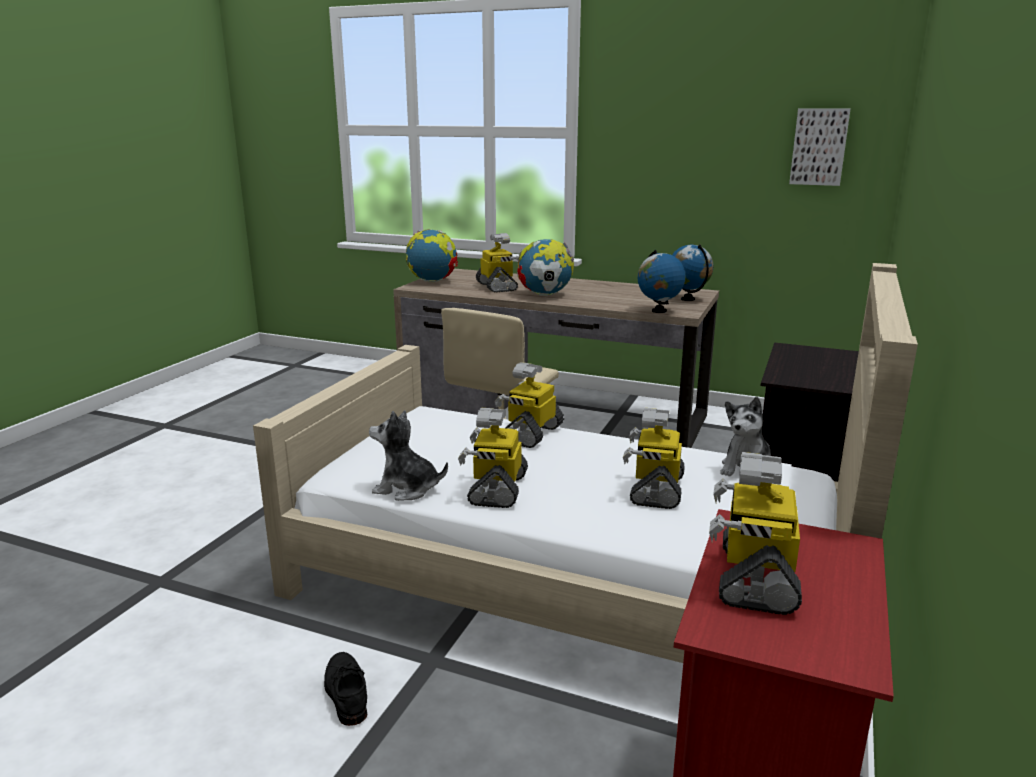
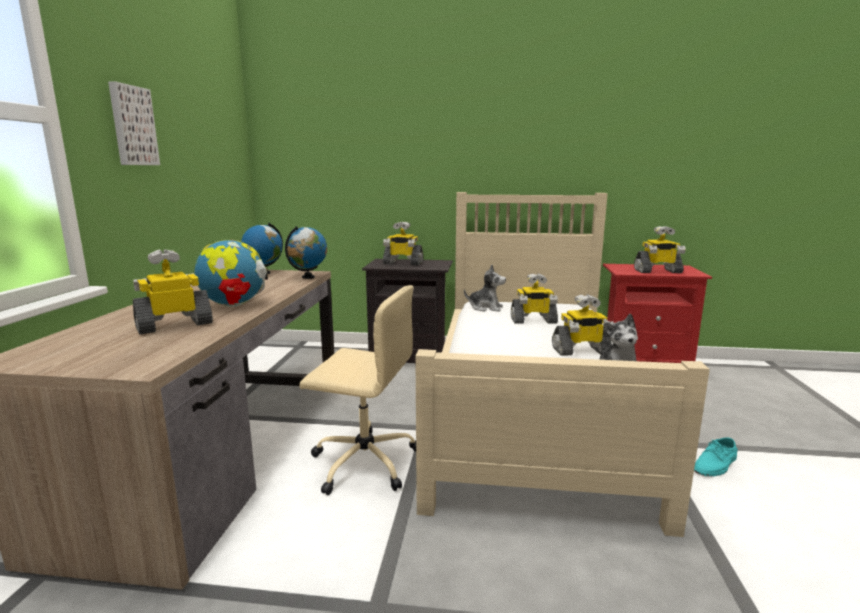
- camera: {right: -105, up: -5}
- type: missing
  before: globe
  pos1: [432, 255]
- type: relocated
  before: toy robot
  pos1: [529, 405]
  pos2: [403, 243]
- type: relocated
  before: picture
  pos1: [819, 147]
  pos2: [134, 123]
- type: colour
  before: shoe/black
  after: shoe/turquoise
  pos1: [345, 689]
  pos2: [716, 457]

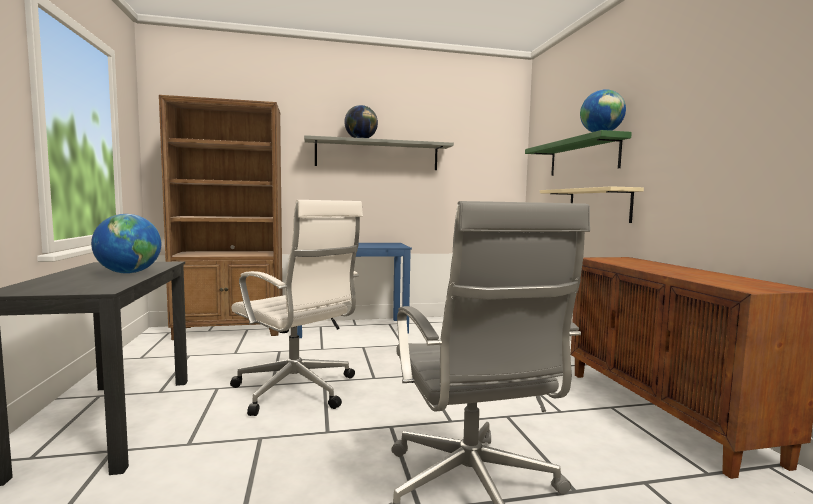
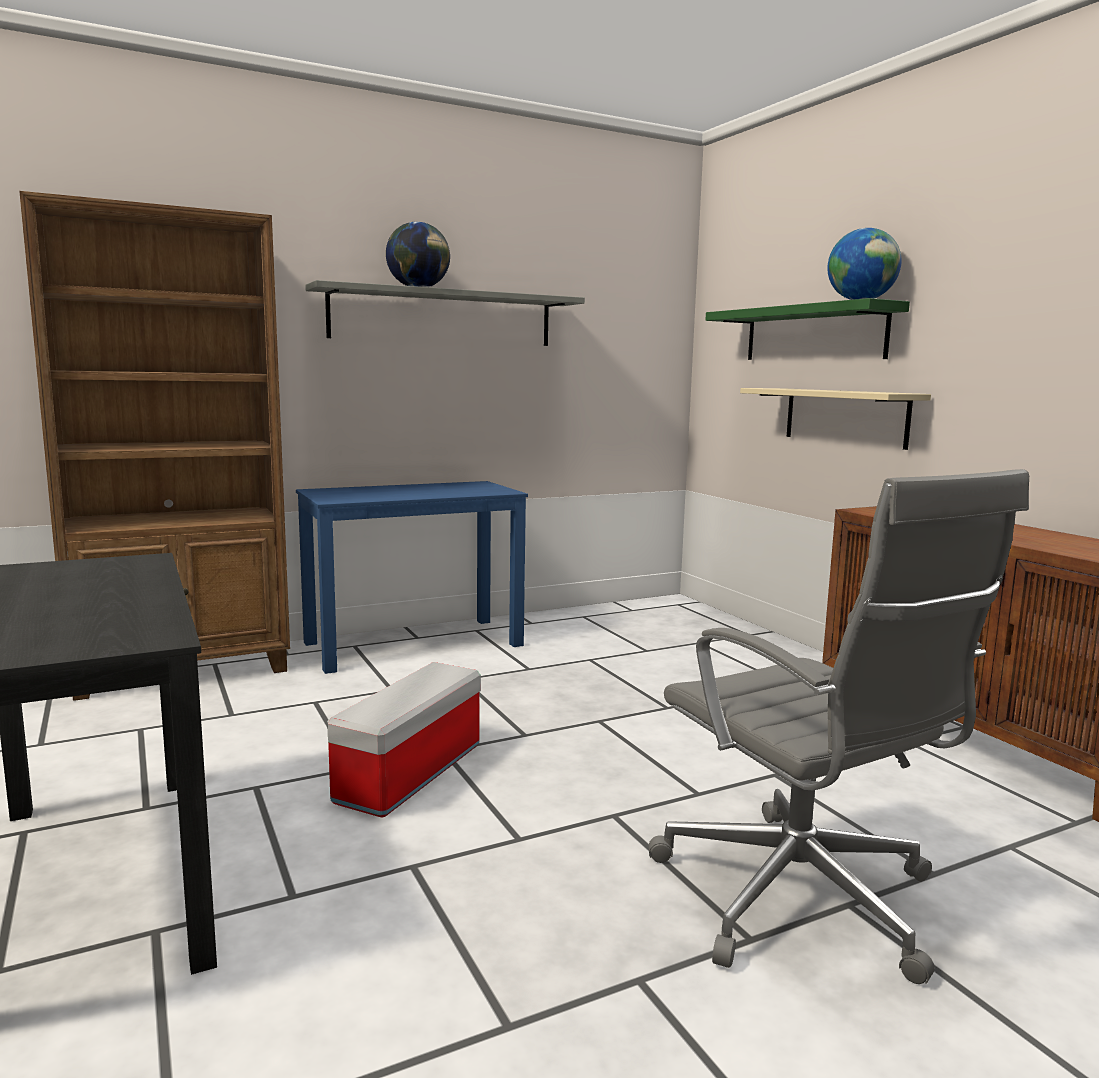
- camera: {right: -15, up: 5}
- type: missing
  before: globe
  pos1: [126, 244]
- type: exchanged
  before: office chair/white
  after: storage box
  pos1: [296, 308]
  pos2: [404, 739]

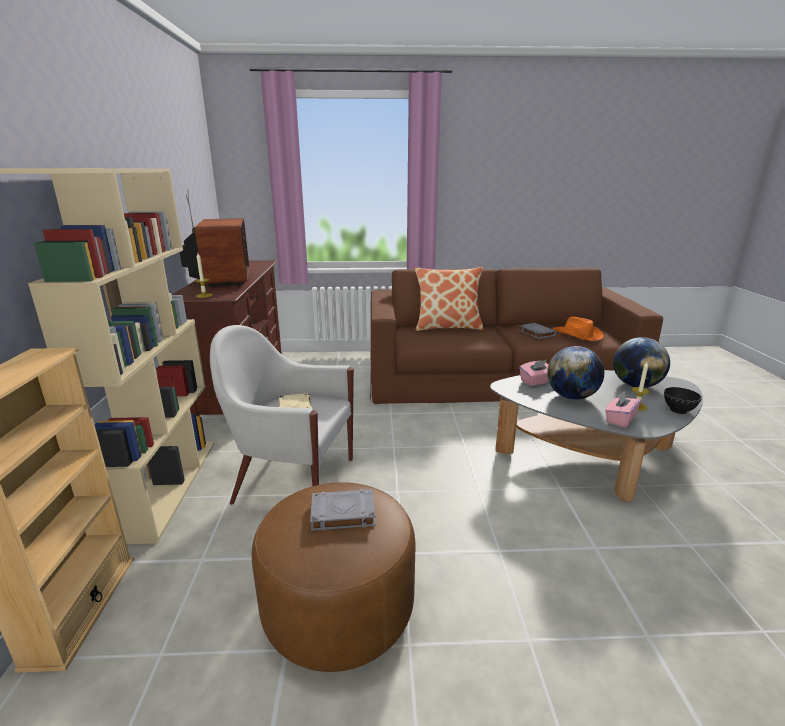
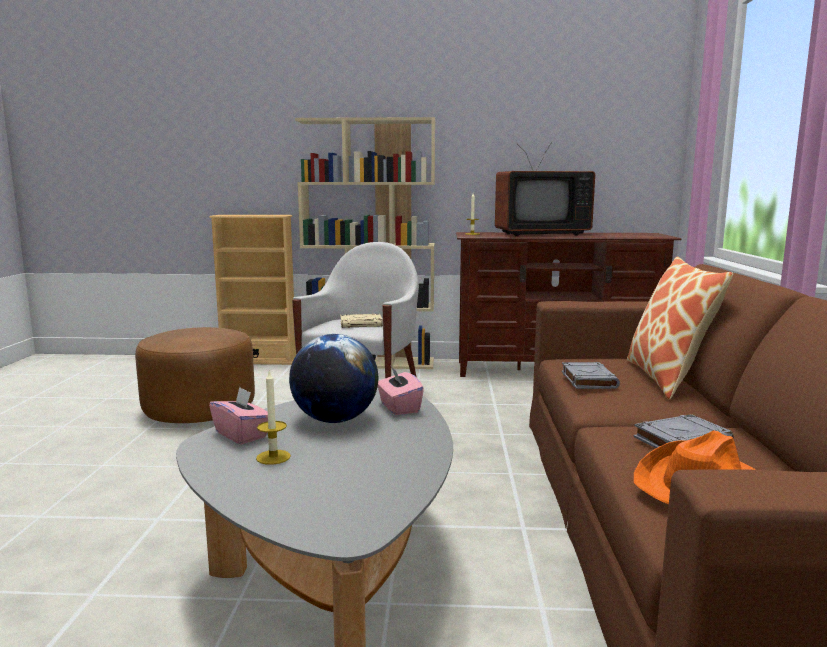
- camera: {right: 95, up: -10}
- type: missing
  before: globe
  pos1: [641, 362]
- type: missing
  before: bowl/black
  pos1: [683, 400]
- type: relocated
  before: book/grey
  pos1: [343, 510]
  pos2: [591, 375]

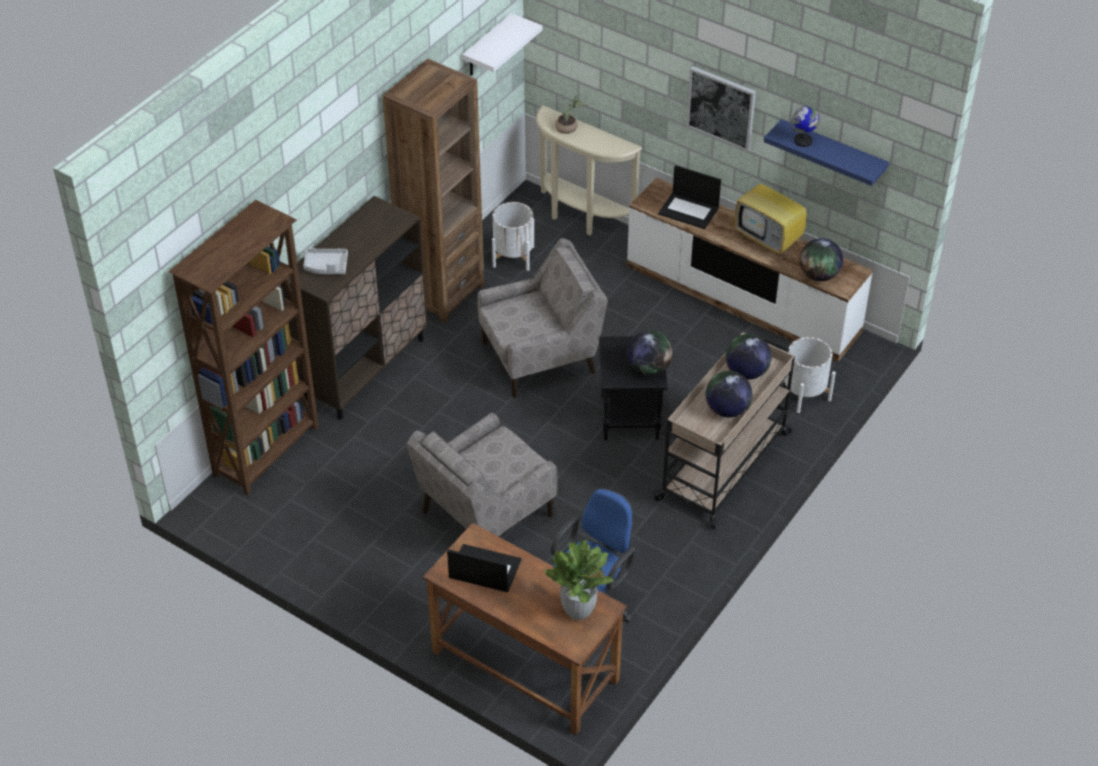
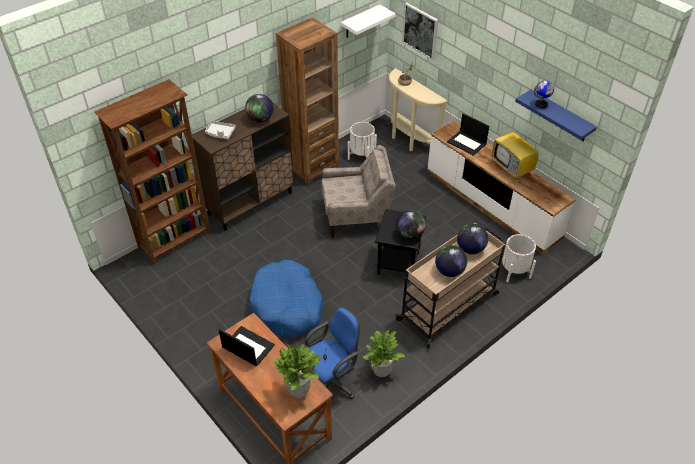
- camera: {right: 15, up: 0}
- type: appeared
  after: potted plant
  pos2: [384, 353]
- type: relocated
  before: picture
  pos1: [721, 109]
  pos2: [420, 31]
- type: relocated
  before: globe
  pos1: [821, 259]
  pos2: [259, 108]
- type: exchanged
  before: armchair/beige
  after: dog bed/blue
  pos1: [482, 475]
  pos2: [286, 299]

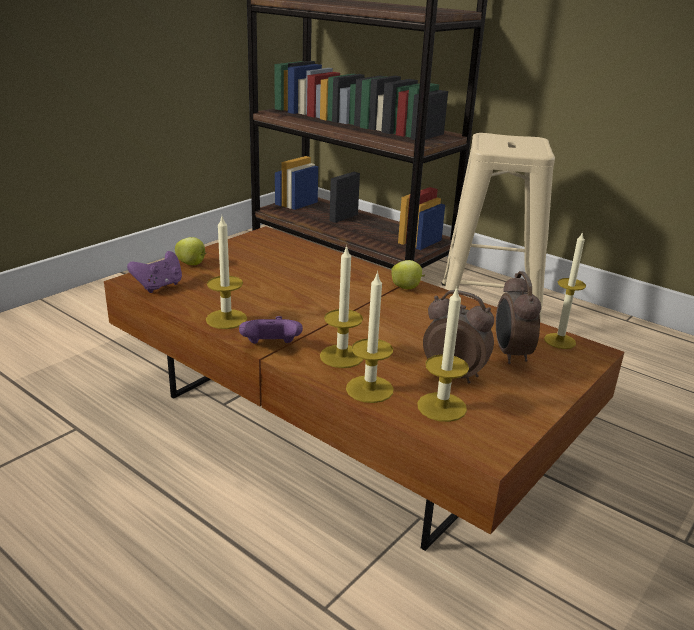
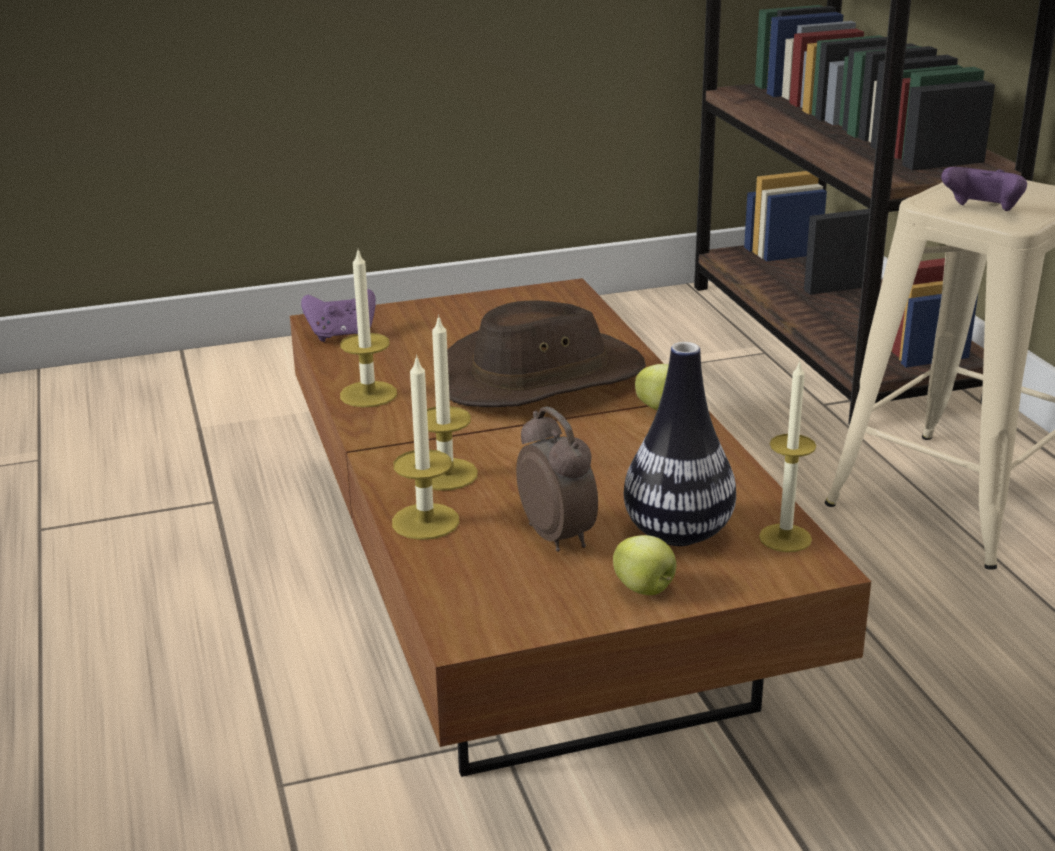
- camera: {right: 35, up: 0}
- type: missing
  before: candle
  pos1: [443, 354]
- type: appeared
  after: hat/brown
  pos2: [546, 353]
- type: relocated
  before: apple
  pos1: [190, 251]
  pos2: [644, 565]
- type: relocated
  before: game controller/purple
  pos1: [271, 330]
  pos2: [984, 189]
- type: exchanged
  before: alarm clock
  after: vase
  pos1: [518, 317]
  pos2: [680, 444]

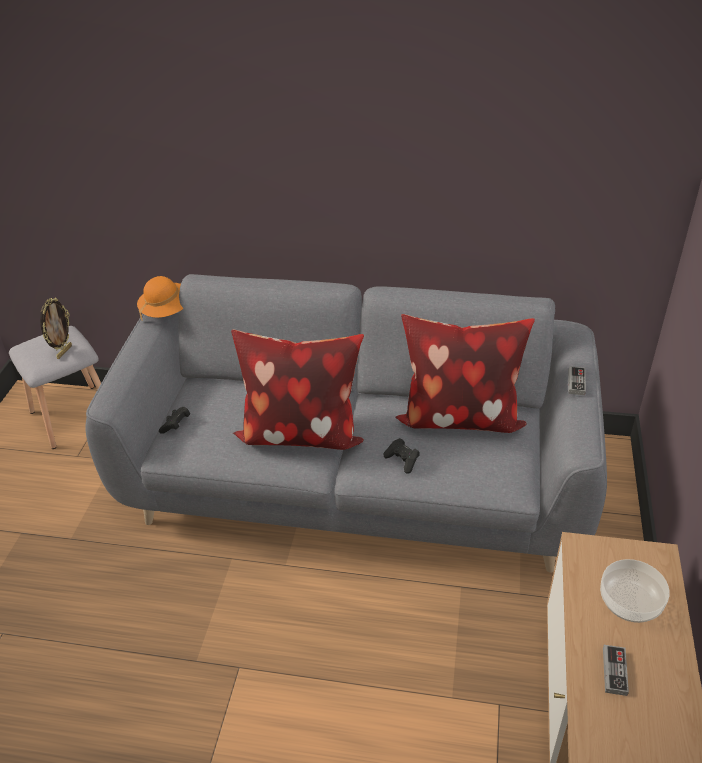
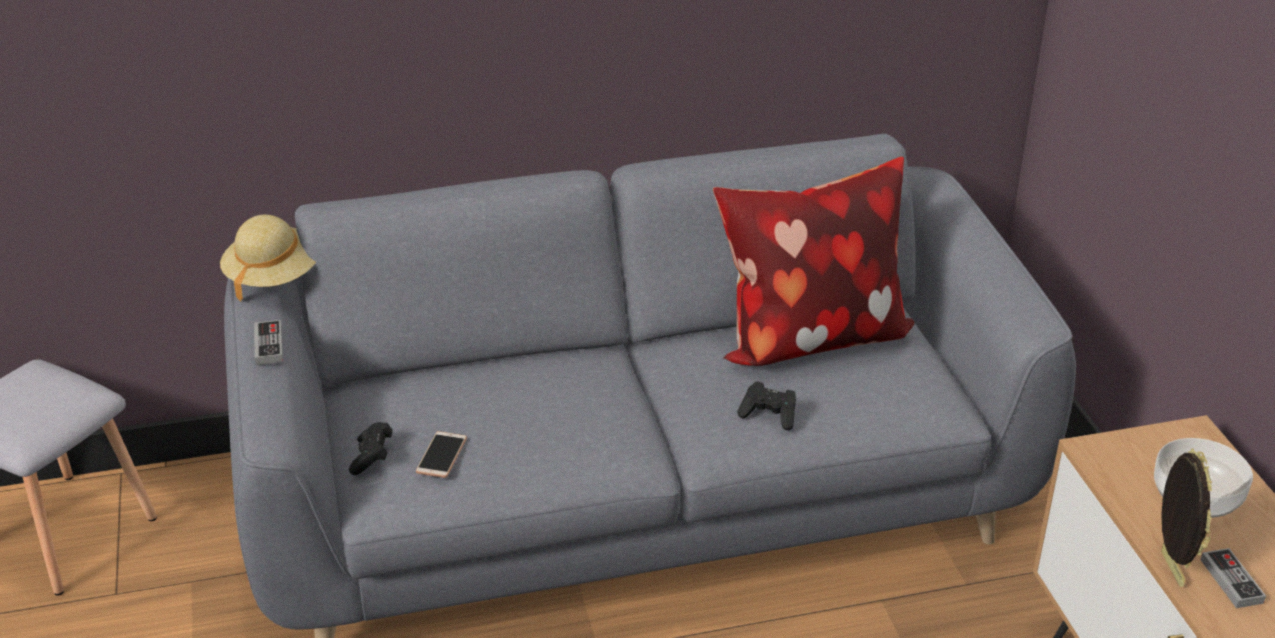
- camera: {right: -25, up: -5}
- type: missing
  before: pillow
  pos1: [297, 389]
- type: appeared
  after: phone
  pos2: [441, 454]
- type: relocated
  before: picture frame
  pos1: [56, 328]
  pos2: [1186, 518]
- type: relocated
  before: game controller
  pos1: [577, 380]
  pos2: [268, 342]
- type: colour
  before: hat/orange
  after: hat/beige
  pos1: [160, 298]
  pos2: [268, 258]

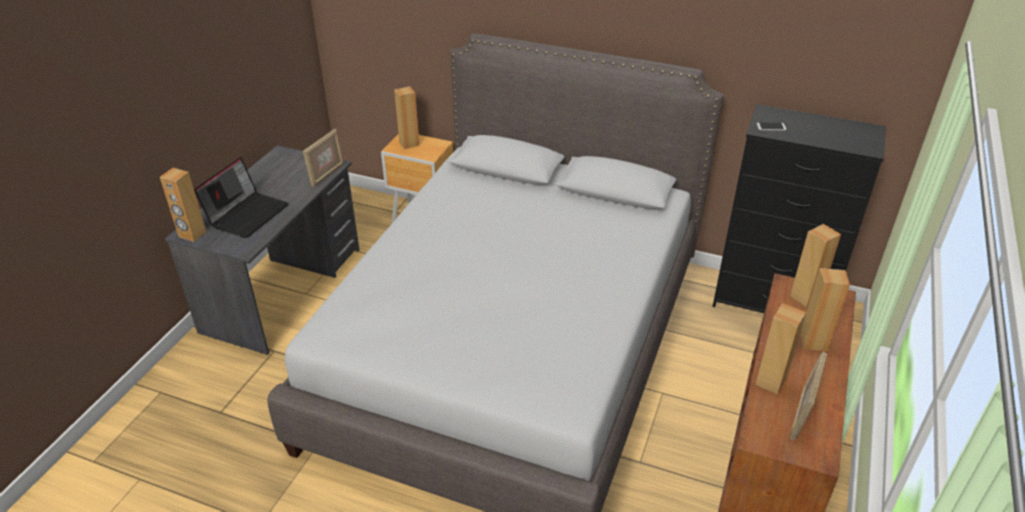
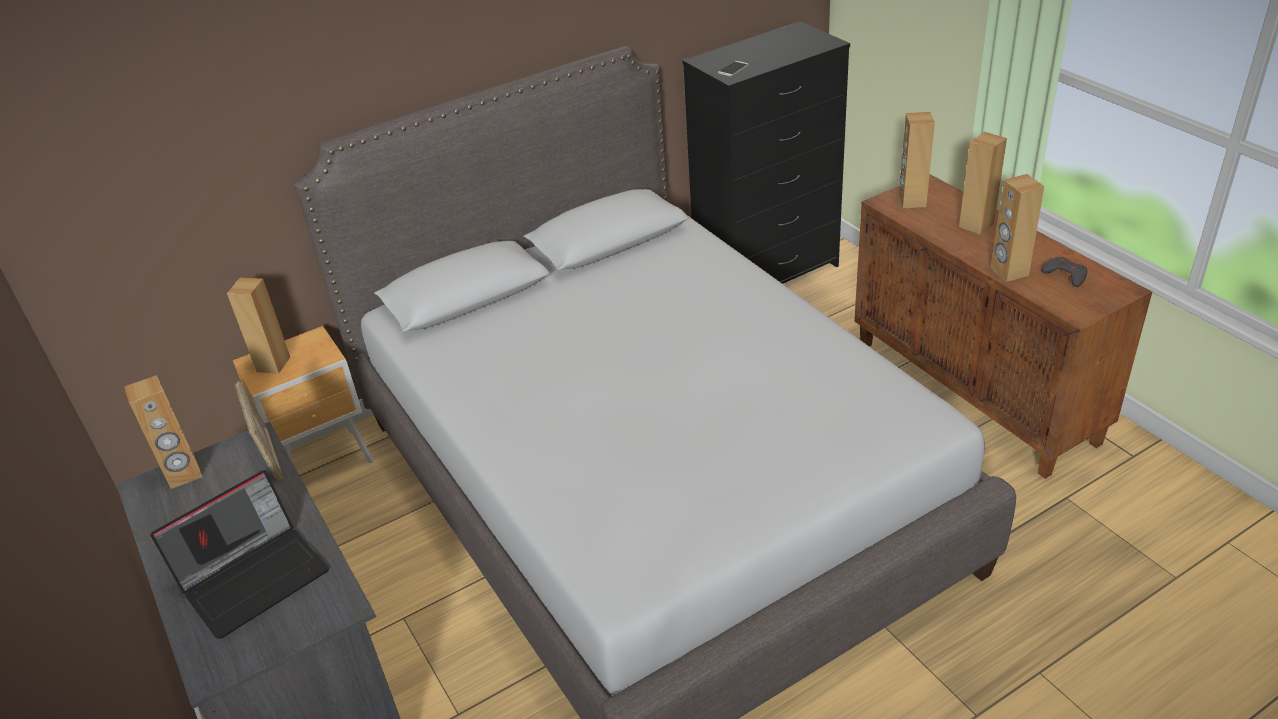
- camera: {right: -50, up: 0}
- type: relocated
  before: speaker/brown
  pos1: [183, 205]
  pos2: [163, 432]
- type: exchanged
  before: picture frame
  after: game controller/grey
  pos1: [808, 395]
  pos2: [1064, 272]
- type: spun
  before: laptop
  pos1: [241, 197]
  pos2: [239, 554]
  turn: 75

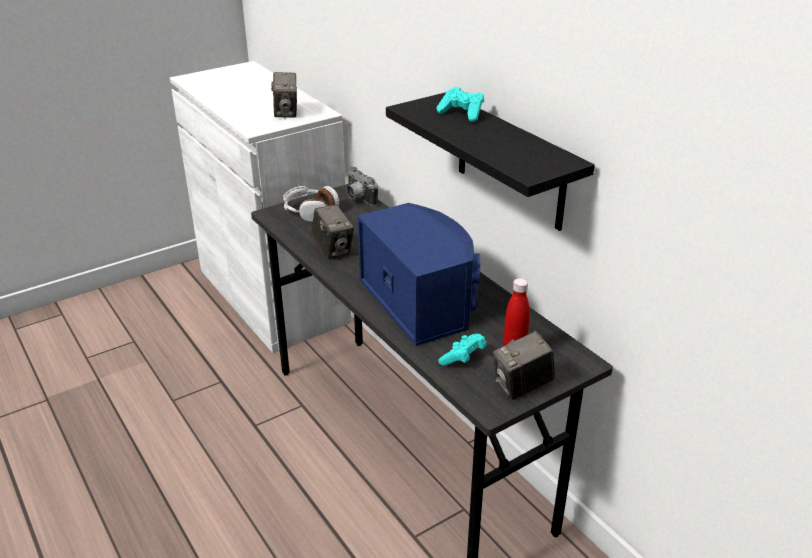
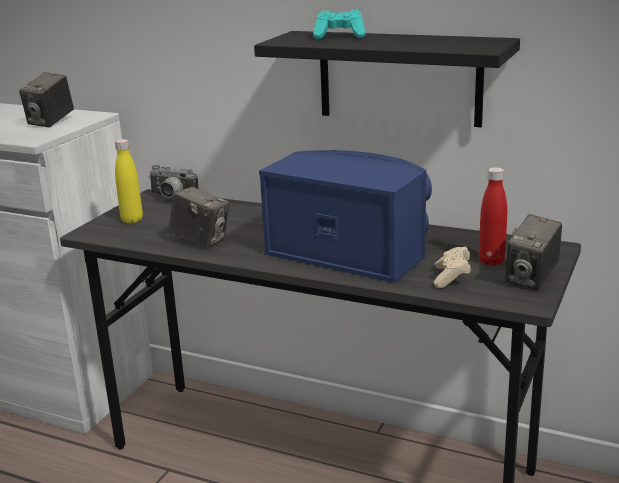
- camera: {right: -30, up: -10}
- type: exchanged
  before: headphones
  after: bottle/yellow
  pos1: [311, 204]
  pos2: [129, 181]
- type: colour
  before: game controller/turquoise
  after: game controller/beige
  pos1: [463, 350]
  pos2: [452, 267]
- type: spun
  before: photo camera
  pos1: [284, 95]
  pos2: [46, 99]
  turn: 60

